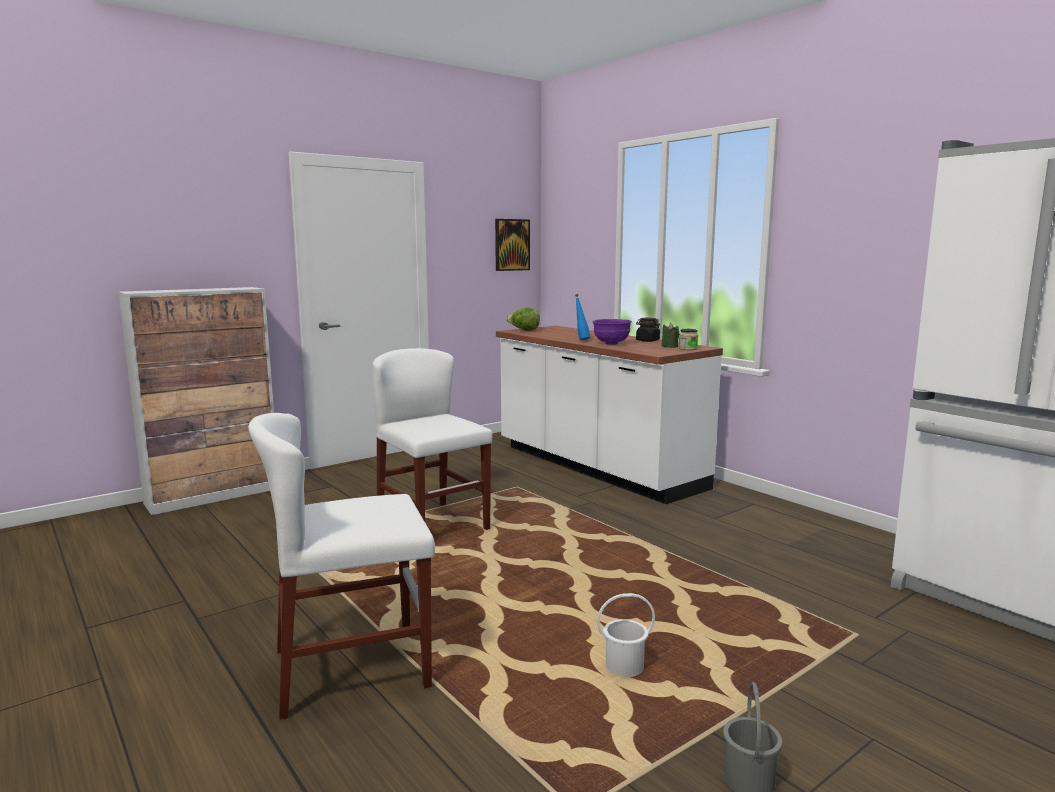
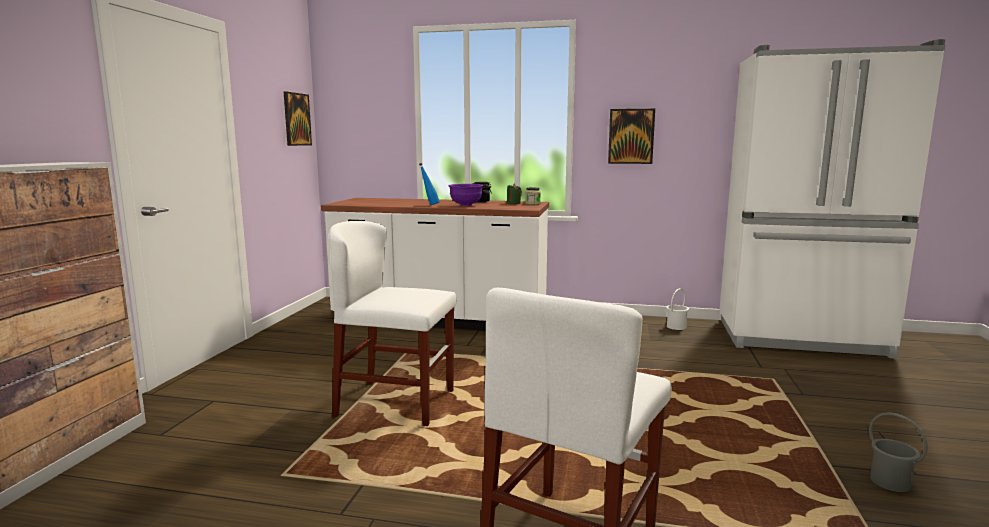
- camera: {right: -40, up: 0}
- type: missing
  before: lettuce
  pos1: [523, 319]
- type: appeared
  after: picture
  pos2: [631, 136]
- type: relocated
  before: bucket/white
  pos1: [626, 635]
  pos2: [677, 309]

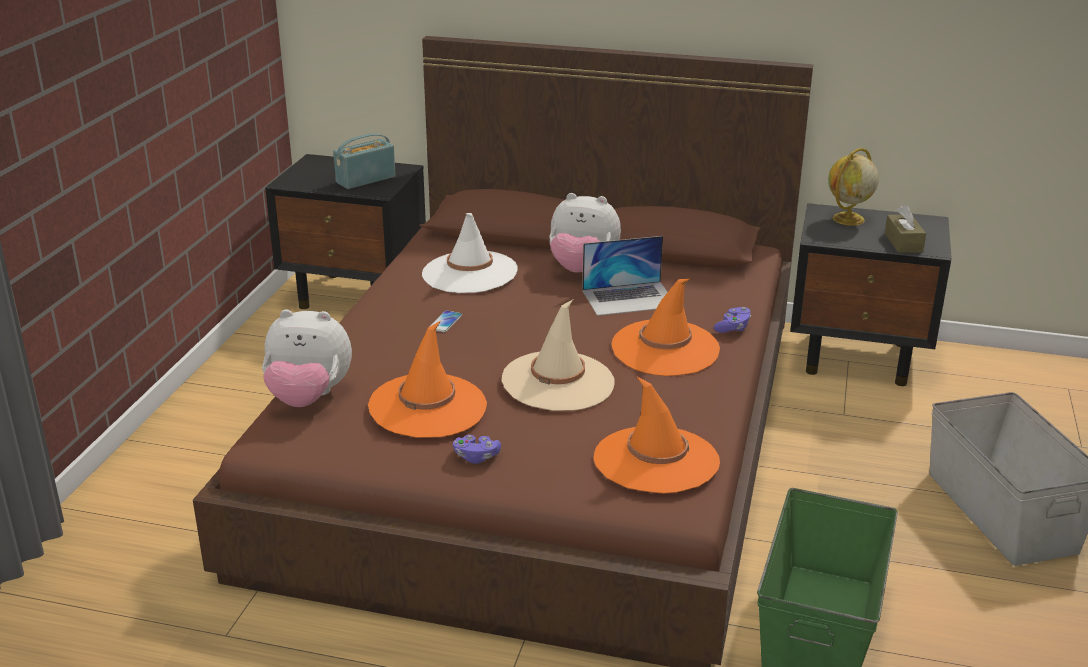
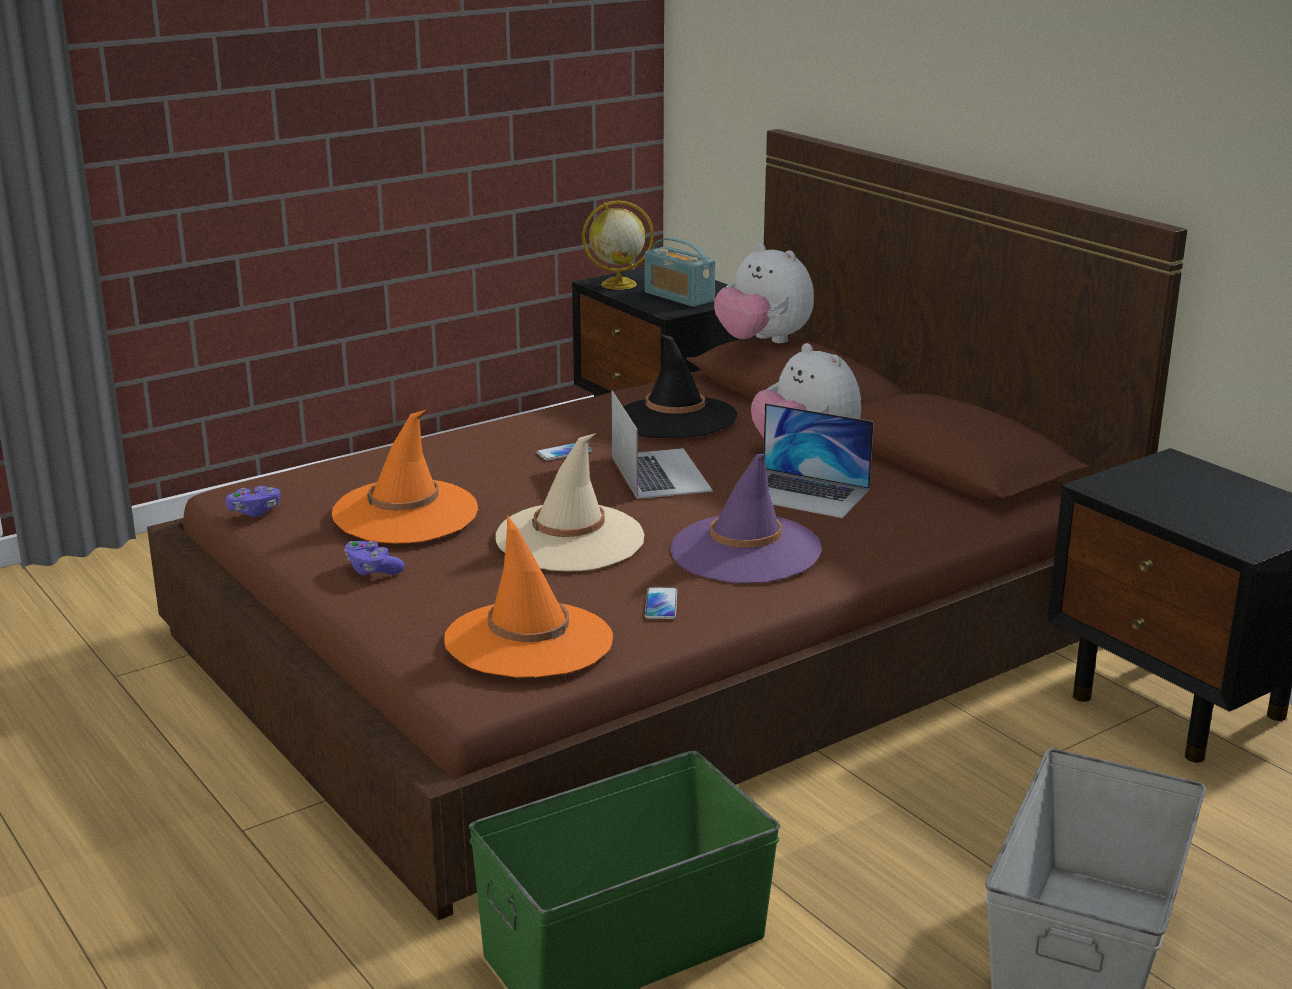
- camera: {right: 40, up: -5}
- type: missing
  before: tissue box/brown
  pos1: [905, 229]
- type: appeared
  after: laptop
  pos2: [662, 444]
- type: appeared
  after: phone
  pos2: [661, 603]
- type: relocated
  before: plush toy
  pos1: [307, 358]
  pos2: [764, 293]
- type: relocated
  before: game controller/purple
  pos1: [732, 320]
  pos2: [253, 501]
- type: relocated
  before: globe
  pos1: [853, 187]
  pos2: [618, 245]
- type: colour
  before: hat/white
  after: hat/black
  pos1: [470, 253]
  pos2: [680, 386]
- type: colour
  before: hat/orange
  after: hat/purple
  pos1: [665, 327]
  pos2: [746, 519]
- type: spun
  before: radio
  pos1: [364, 161]
  pos2: [680, 272]
  turn: -135

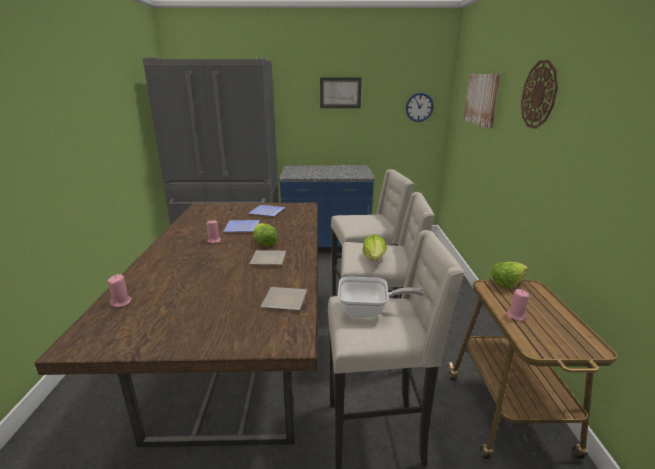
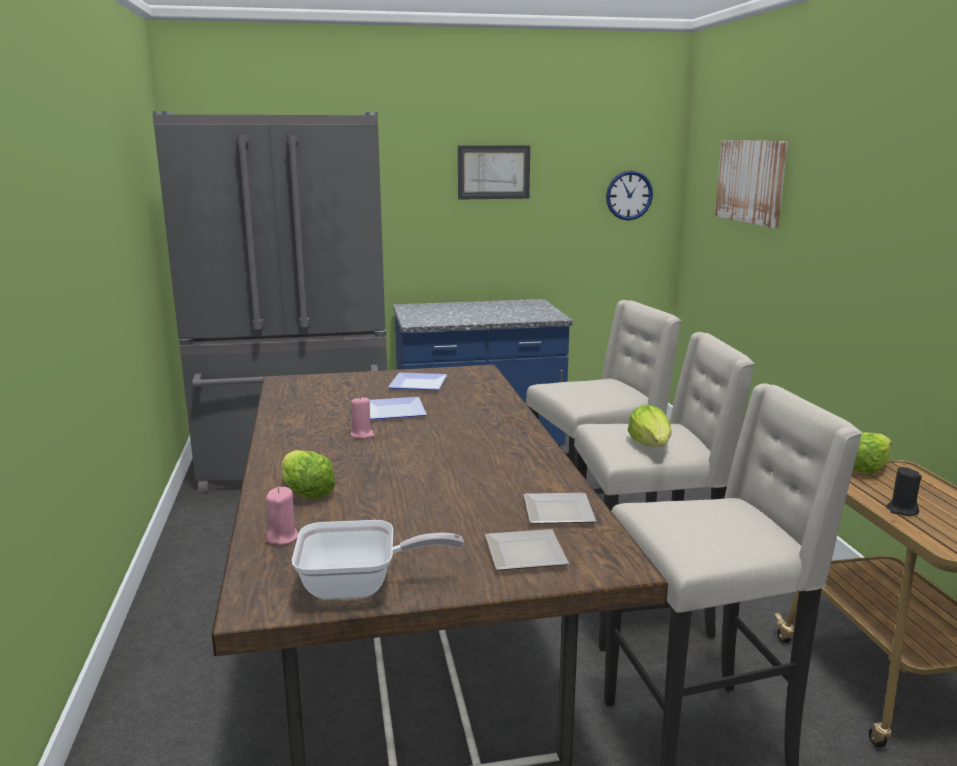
- camera: {right: -10, up: -5}
- type: missing
  before: wall clock
  pos1: [539, 94]
- type: relocated
  before: plate
  pos1: [268, 257]
  pos2: [527, 549]
- type: relocated
  before: lettuce
  pos1: [265, 234]
  pos2: [308, 474]
- type: relocated
  before: frying pan
  pos1: [381, 296]
  pos2: [378, 560]
- type: colour
  before: candle/pink
  after: candle/black
  pos1: [518, 305]
  pos2: [904, 491]

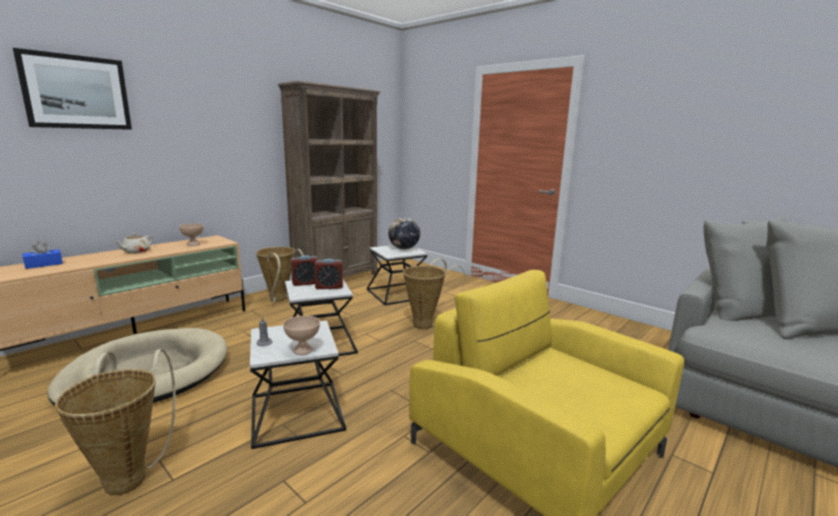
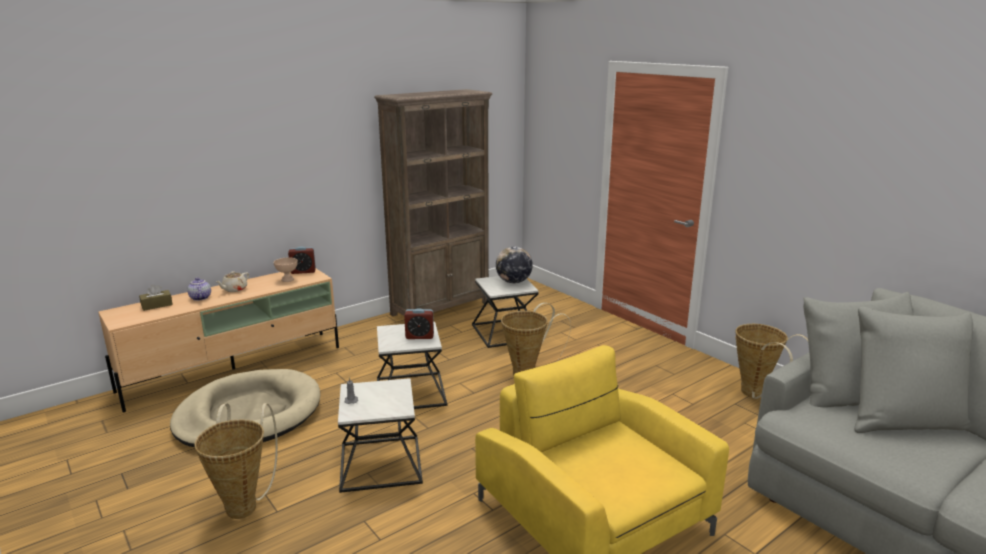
- camera: {right: 10, up: 5}
- type: missing
  before: picture
  pos1: [72, 89]
- type: missing
  before: bowl/beige
  pos1: [301, 335]
- type: appeared
  after: teapot
  pos2: [199, 289]
- type: relocated
  before: basket
  pos1: [280, 274]
  pos2: [772, 361]
- type: relocated
  before: alarm clock
  pos1: [305, 270]
  pos2: [302, 260]
- type: colour
  before: tissue box/blue
  after: tissue box/brown
  pos1: [42, 255]
  pos2: [156, 297]

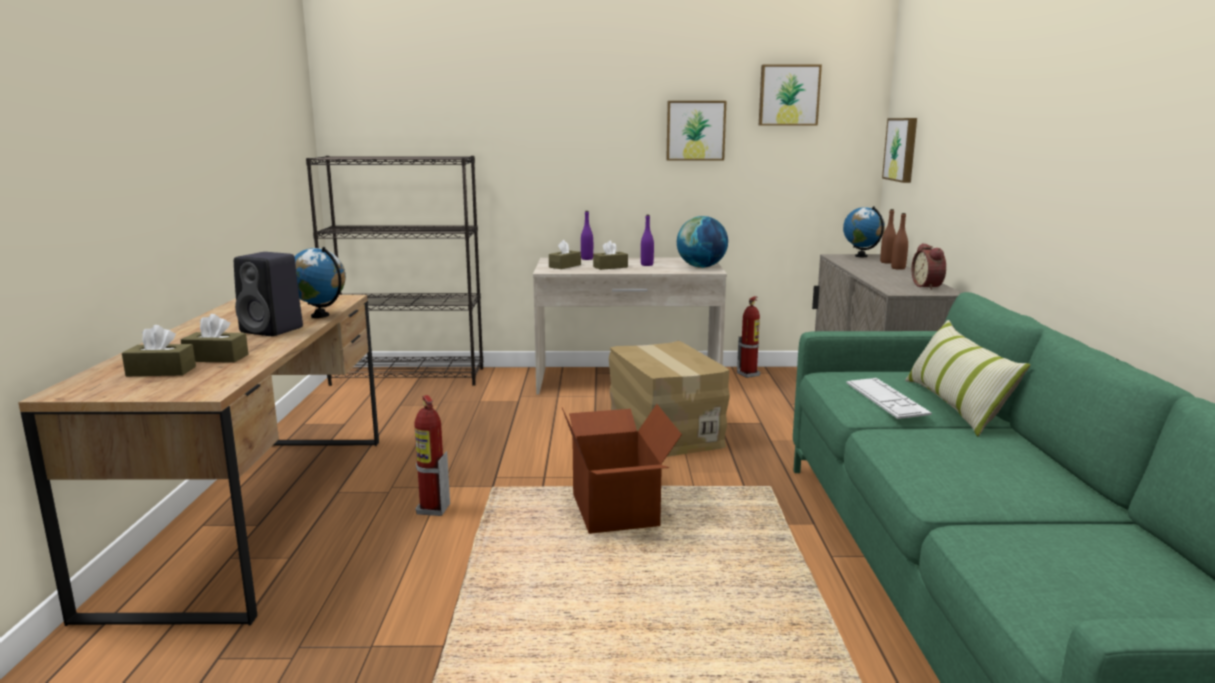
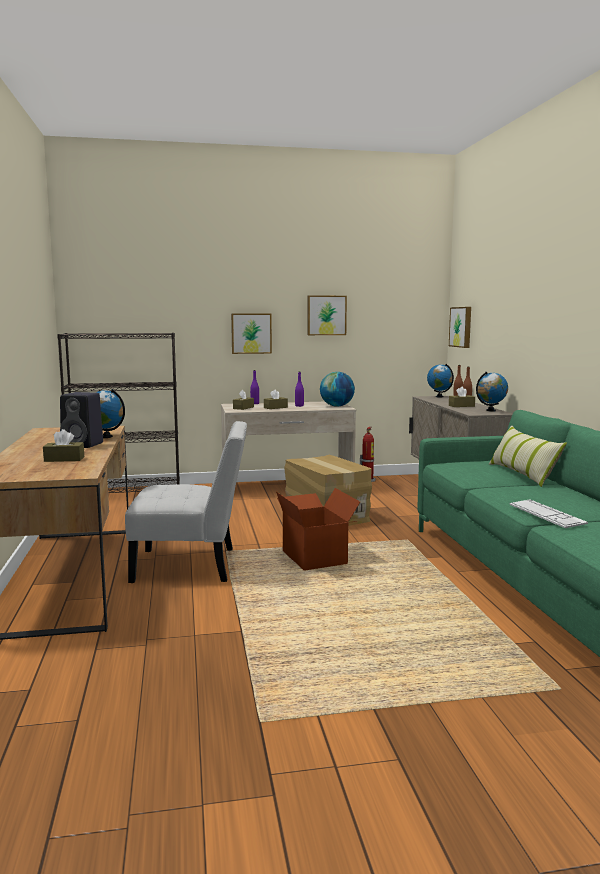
- camera: {right: -10, up: -5}
- type: relocated
  before: tissue box/brown
  pos1: [159, 350]
  pos2: [462, 397]
- type: relocated
  before: picture
  pos1: [790, 95]
  pos2: [251, 334]
- type: relocated
  before: keyboard
  pos1: [889, 398]
  pos2: [548, 513]
- type: exchanged
  before: fire extinguisher
  after: chair/white
  pos1: [432, 455]
  pos2: [186, 502]
- type: exchanged
  before: alarm clock
  after: globe
  pos1: [929, 266]
  pos2: [492, 392]

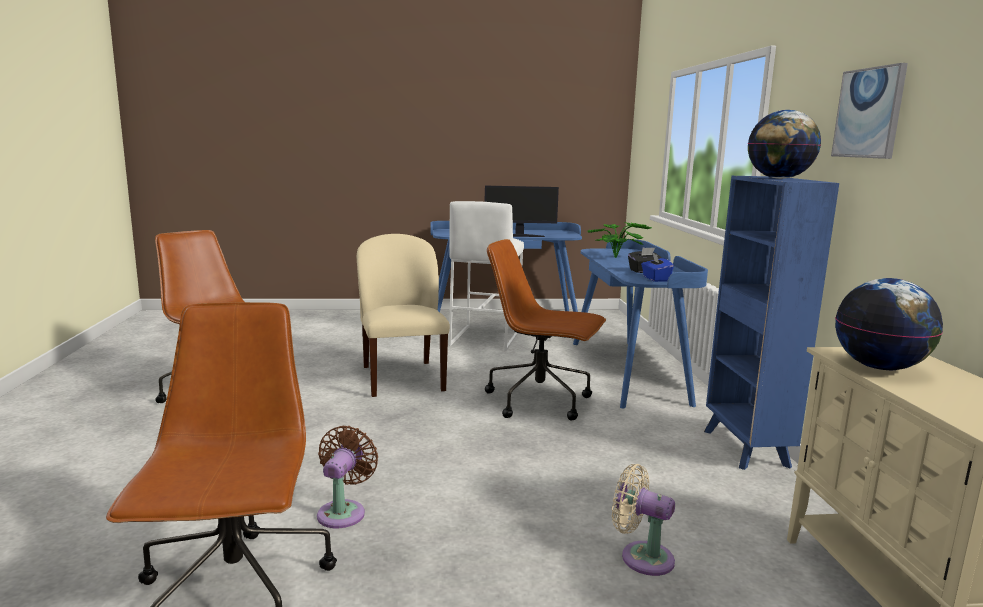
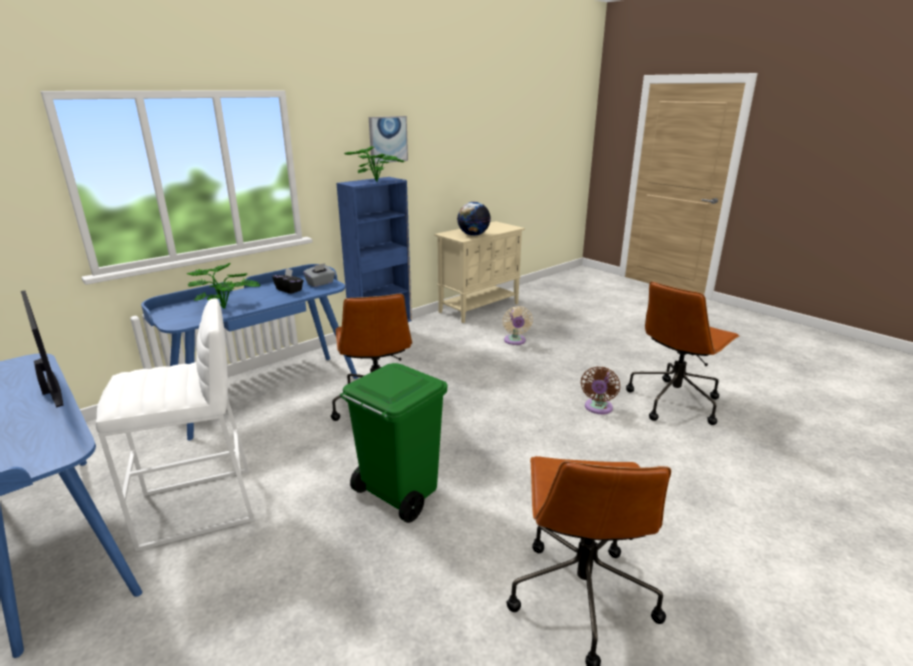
- camera: {right: -125, up: 10}
- type: exchanged
  before: chair/beige
  after: trash can/green
  pos1: [403, 315]
  pos2: [393, 443]
- type: exchanged
  before: globe
  after: potted plant
  pos1: [784, 144]
  pos2: [374, 164]
- type: colour
  before: tissue box/blue
  after: tissue box/grey
  pos1: [657, 267]
  pos2: [319, 275]
- type: spun
  before: fan/brown
  pos1: [347, 477]
  pos2: [600, 390]
  turn: -45

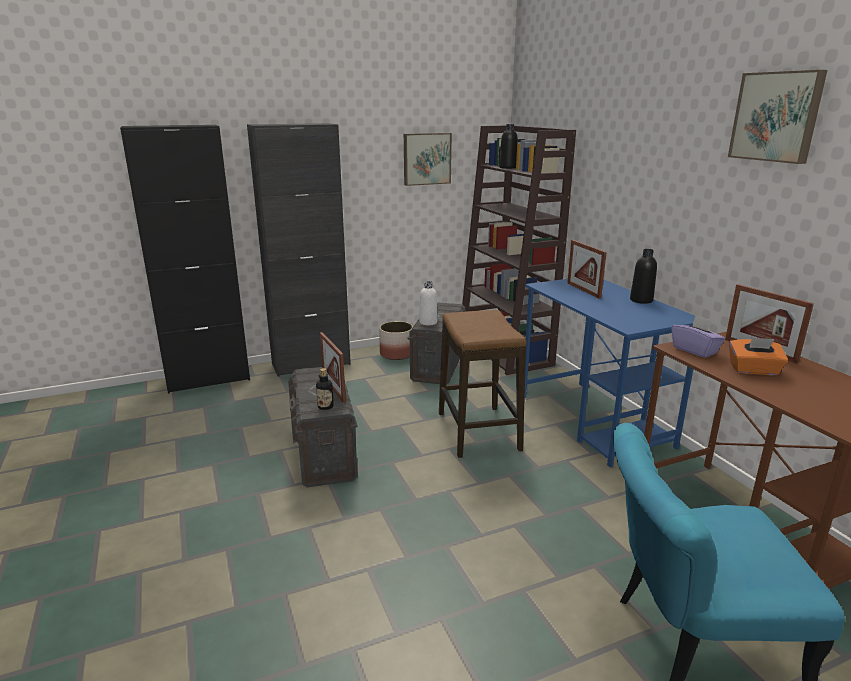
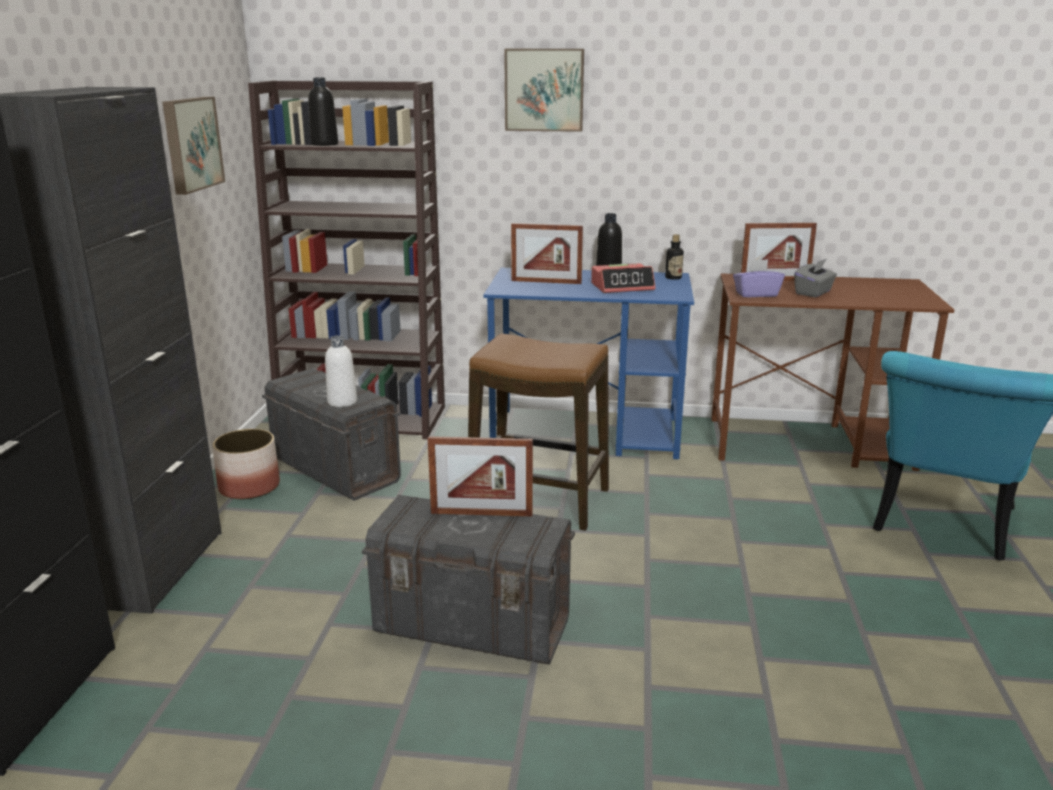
- camera: {right: -60, up: 0}
- type: appeared
  after: alarm clock
  pos2: [623, 278]
- type: relocated
  before: bottle
  pos1: [325, 389]
  pos2: [674, 257]
- type: relocated
  before: picture
  pos1: [777, 117]
  pos2: [544, 90]
- type: colour
  before: tissue box/orange
  after: tissue box/grey
  pos1: [758, 356]
  pos2: [815, 278]

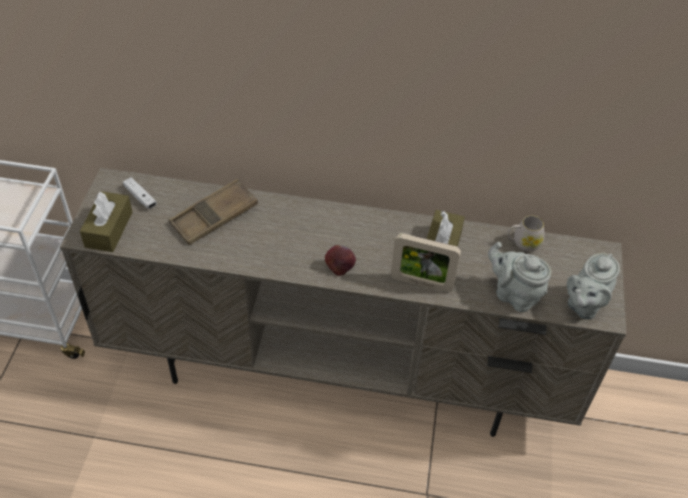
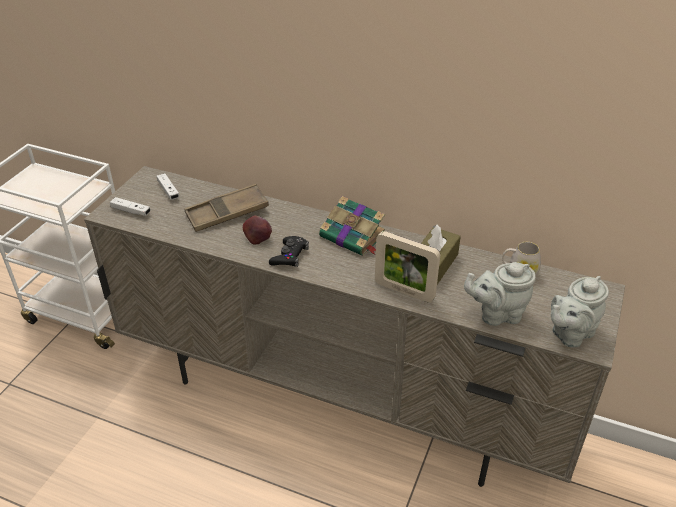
- camera: {right: 15, up: -10}
- type: appeared
  after: game controller/black
  pos2: [289, 251]
- type: appeared
  after: book
  pos2: [352, 226]
- type: relocated
  before: apple
  pos1: [340, 260]
  pos2: [257, 230]
- type: exchanged
  before: tissue box/brown
  after: game controller/white
  pos1: [106, 221]
  pos2: [130, 206]
- type: spun
  before: teapot/grey
  pos1: [519, 277]
  pos2: [500, 294]
  turn: -60

